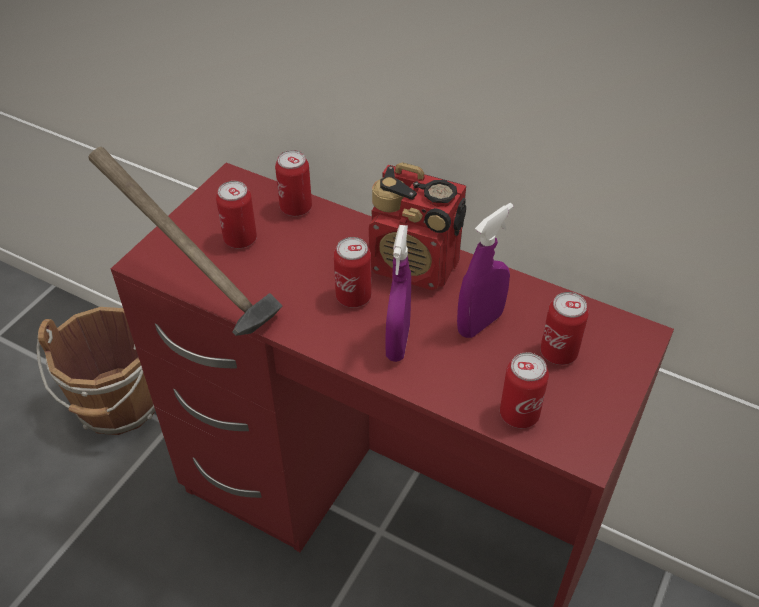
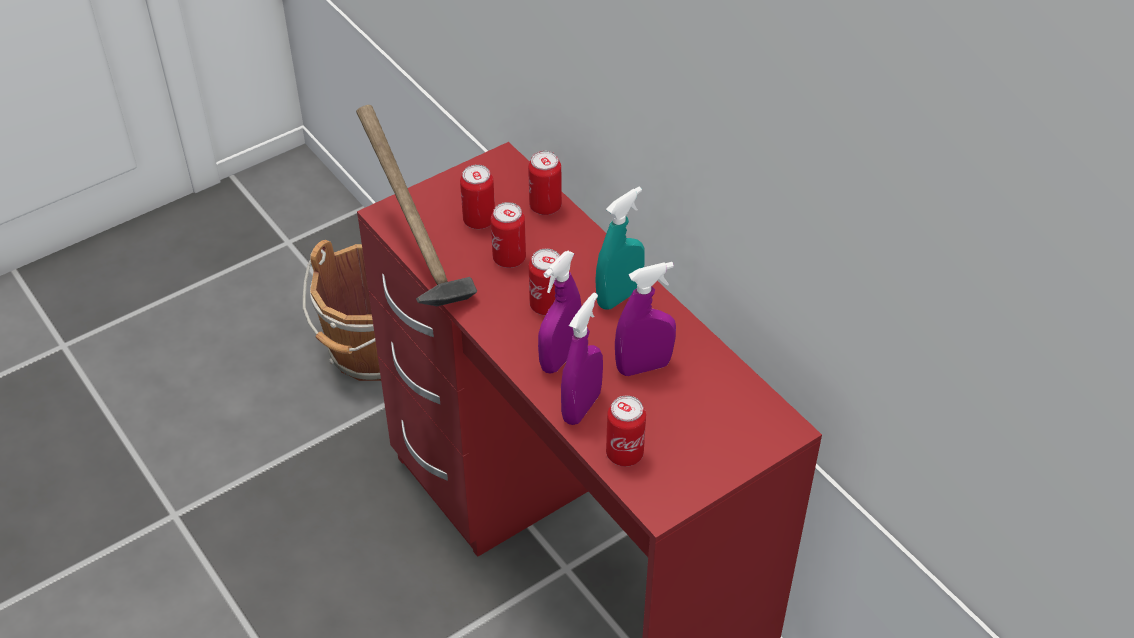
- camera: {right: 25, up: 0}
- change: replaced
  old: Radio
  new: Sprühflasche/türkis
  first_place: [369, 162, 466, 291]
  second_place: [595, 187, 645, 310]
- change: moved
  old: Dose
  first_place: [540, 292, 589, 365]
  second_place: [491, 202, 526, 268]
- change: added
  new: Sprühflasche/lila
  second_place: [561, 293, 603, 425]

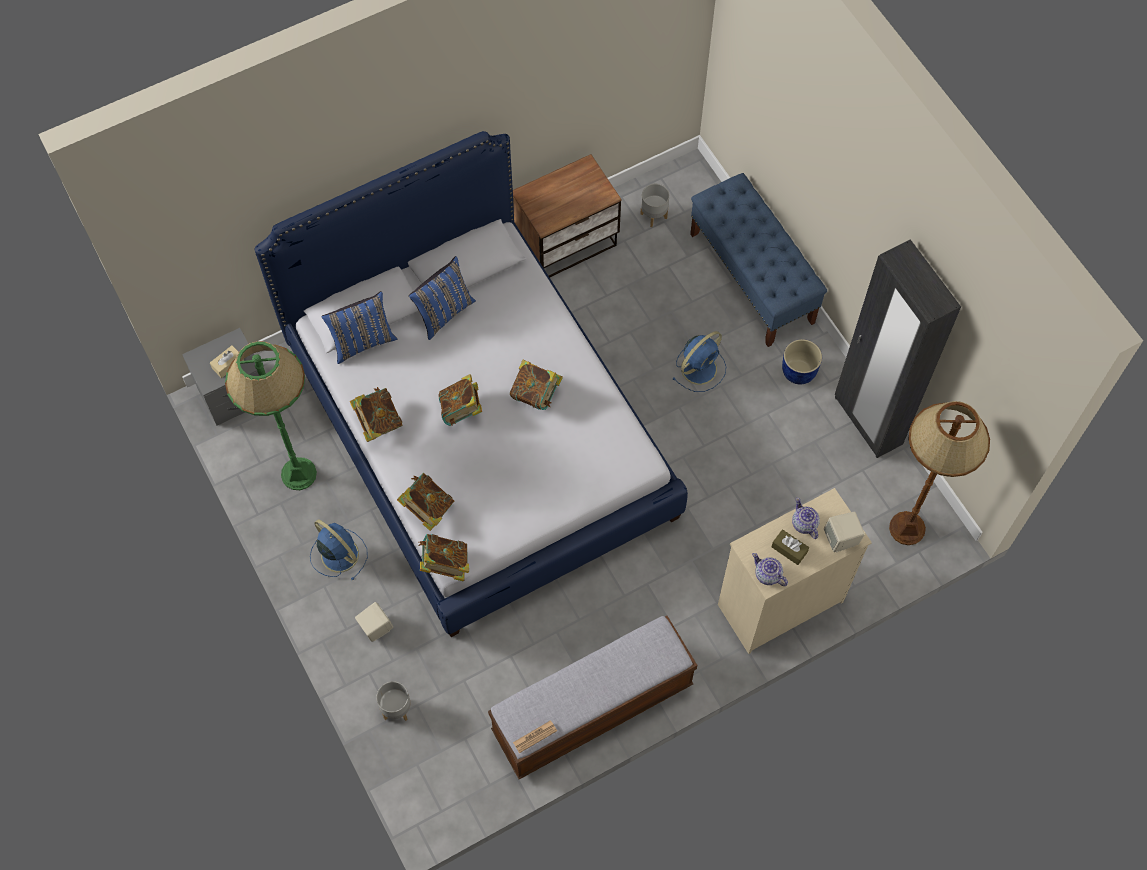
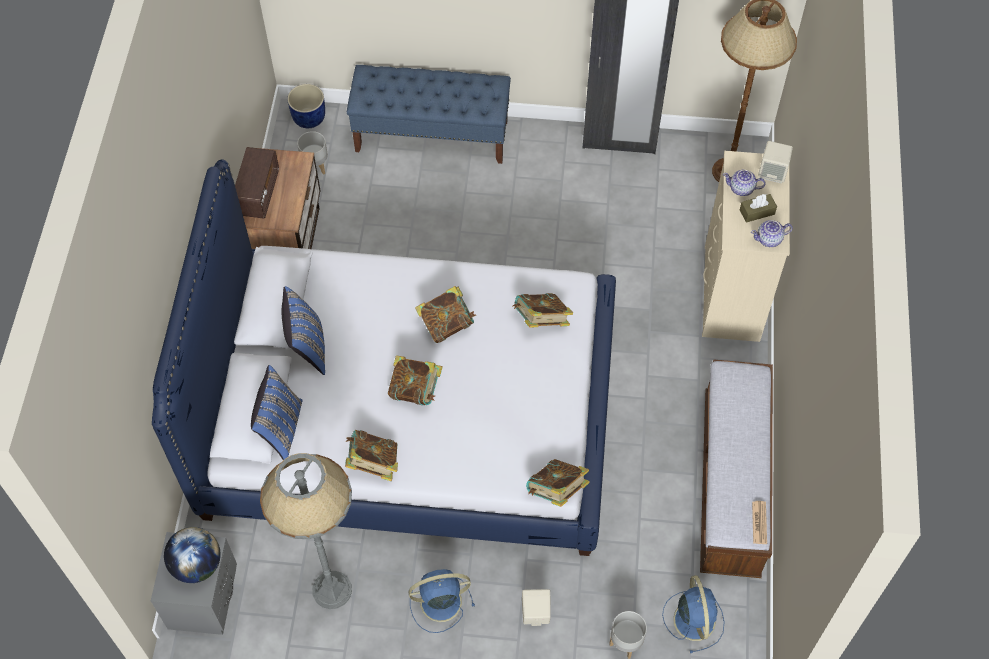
- camera: {right: -55, up: -5}
- change: moved
  old: Ventilator/blau
  first_place: [672, 331, 726, 392]
  second_place: [662, 575, 724, 653]
- change: moved
  old: Pflanzkübel/blau
  first_place: [782, 339, 822, 385]
  second_place: [287, 84, 325, 128]
- change: recoloured
  old: Stehlampe/grün
  new: Stehlampe/grau
  first_place: [225, 341, 317, 490]
  second_place: [260, 453, 352, 609]
- change: replaced
  old: Taschentuchbox/beige
  new: Globus
  first_place: [210, 345, 244, 378]
  second_place: [164, 527, 221, 583]
- change: moved
  old: Buch
  first_place: [397, 473, 454, 531]
  second_place: [512, 293, 573, 328]
- change: added
  new: Radio
  second_place: [235, 147, 279, 219]

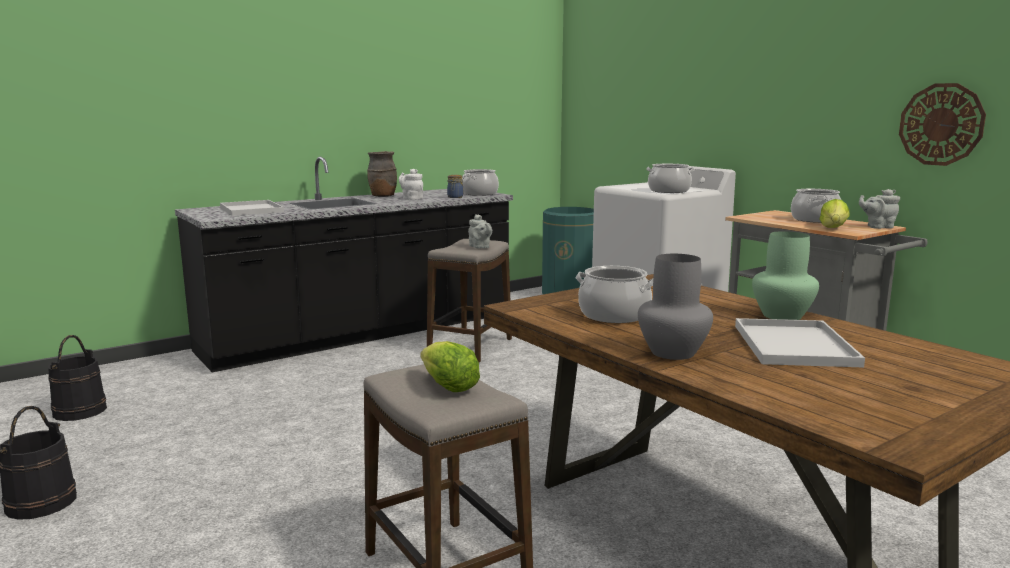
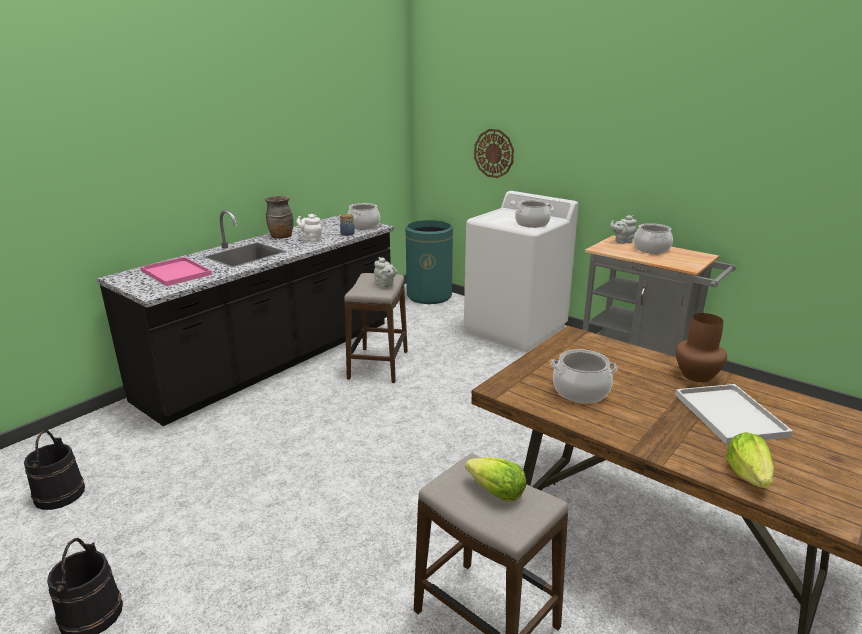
- camera: {right: -15, up: 10}
- change: moved
  old: Wanduhr
  first_place: [899, 83, 986, 166]
  second_place: [474, 129, 514, 178]
- change: moved
  old: Teekanne/grau
  first_place: [859, 189, 900, 229]
  second_place: [610, 215, 637, 244]
- change: moved
  old: Salatkopf
  first_place: [819, 199, 850, 228]
  second_place: [726, 432, 774, 488]
- change: recoloured
  old: Tablett/weiß
  new: Tablett/rosa
  first_place: [220, 200, 284, 216]
  second_place: [141, 257, 212, 286]
- change: recoloured
  old: Vase/grün
  new: Vase/braun
  first_place: [752, 231, 819, 320]
  second_place: [676, 313, 727, 382]
- change: removed
  old: Vase/grau
  first_place: [638, 254, 713, 360]

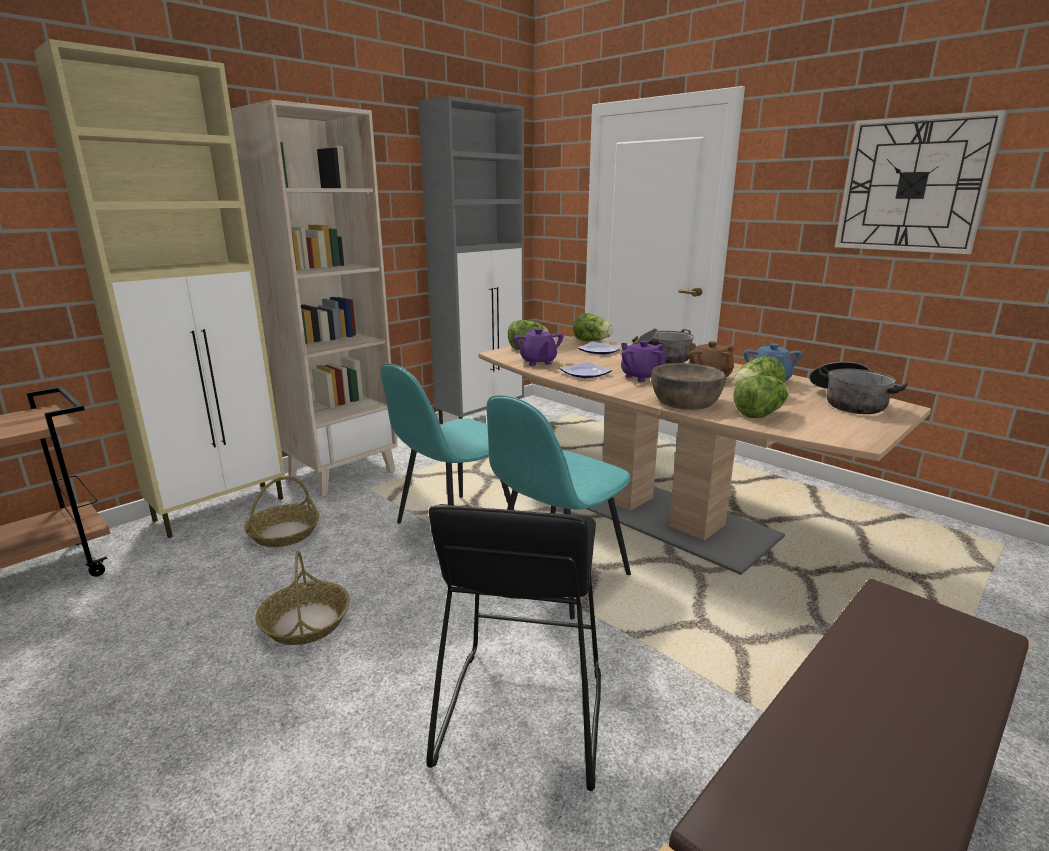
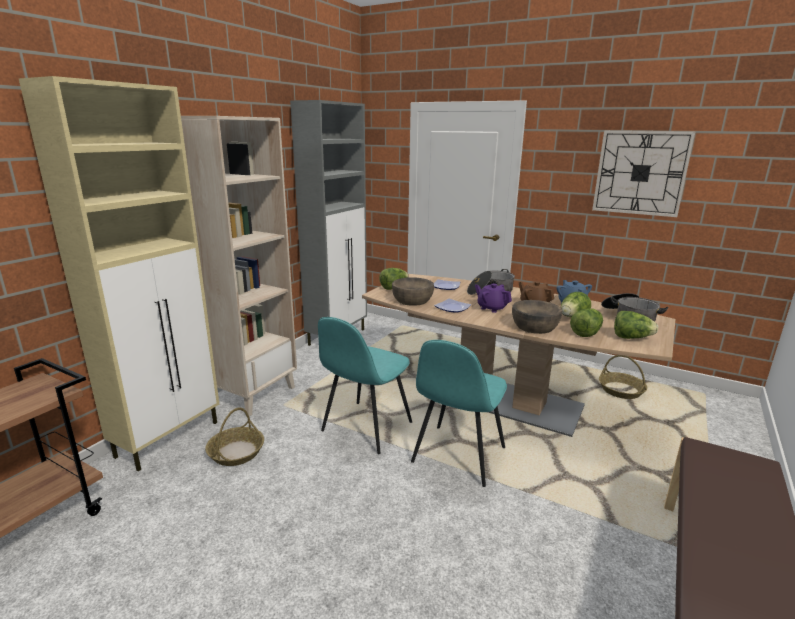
- camera: {right: -15, up: 0}
- change: moved
  old: Salatkopf
  first_place: [573, 313, 613, 341]
  second_place: [614, 311, 658, 339]
- change: replaced
  old: Teekanne/lila
  new: Schüssel/braun
  first_place: [514, 328, 563, 366]
  second_place: [392, 277, 434, 306]
- change: removed
  old: Hocker/schwarz
  first_place: [426, 504, 601, 791]
- change: moved
  old: Korb
  first_place: [255, 551, 350, 645]
  second_place: [599, 355, 647, 399]

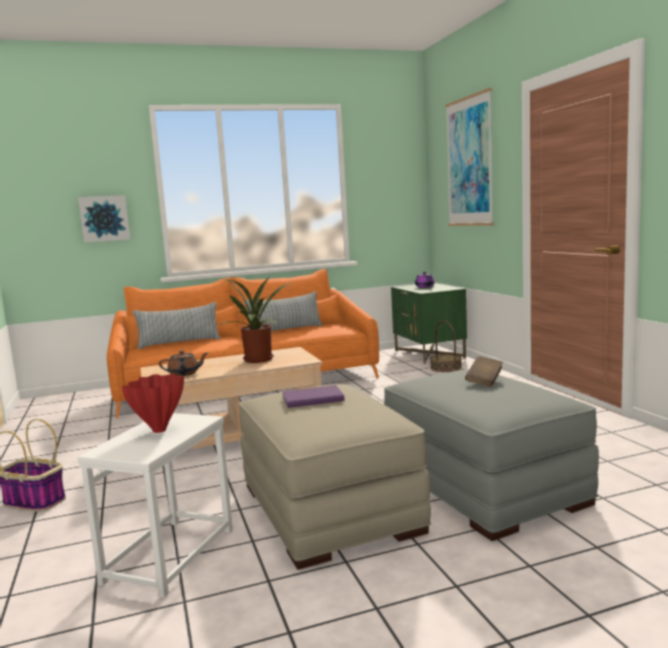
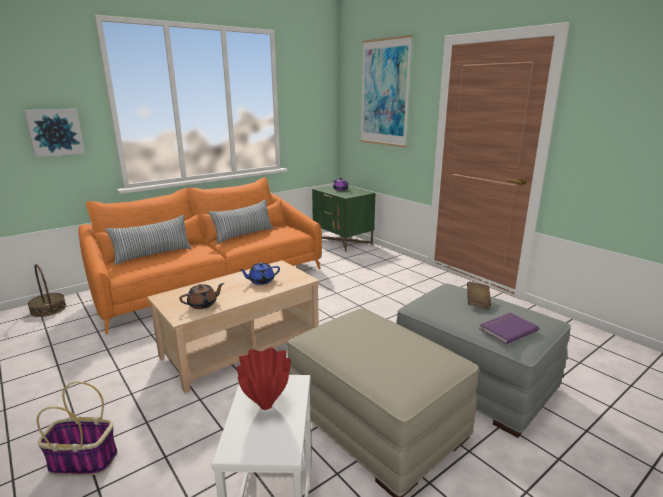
- camera: {right: -20, up: 10}
- change: replaced
  old: Topfpflanze
  new: Teekanne/blau
  first_place: [219, 278, 292, 363]
  second_place: [240, 262, 280, 285]
- change: moved
  old: Korb
  first_place: [430, 321, 462, 372]
  second_place: [28, 264, 66, 317]
- change: moved
  old: Buch/lila
  first_place: [282, 385, 345, 408]
  second_place: [479, 313, 539, 344]

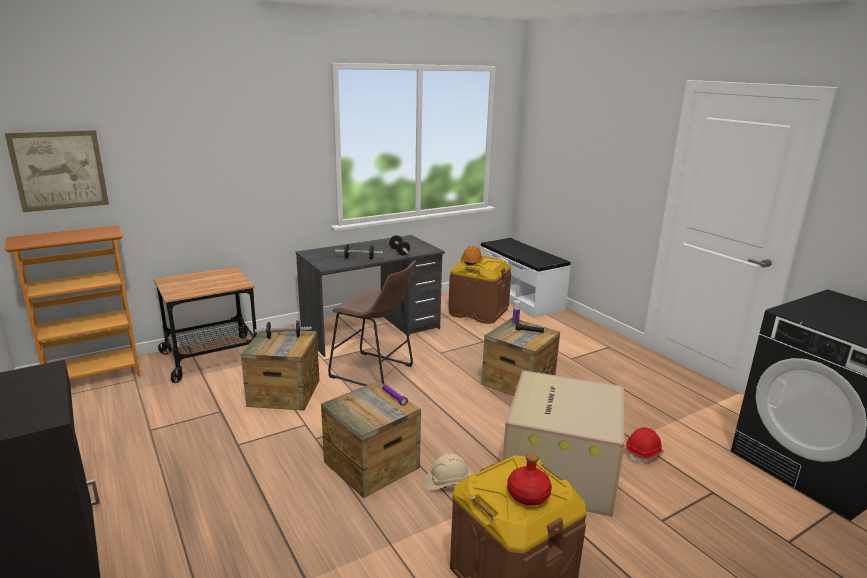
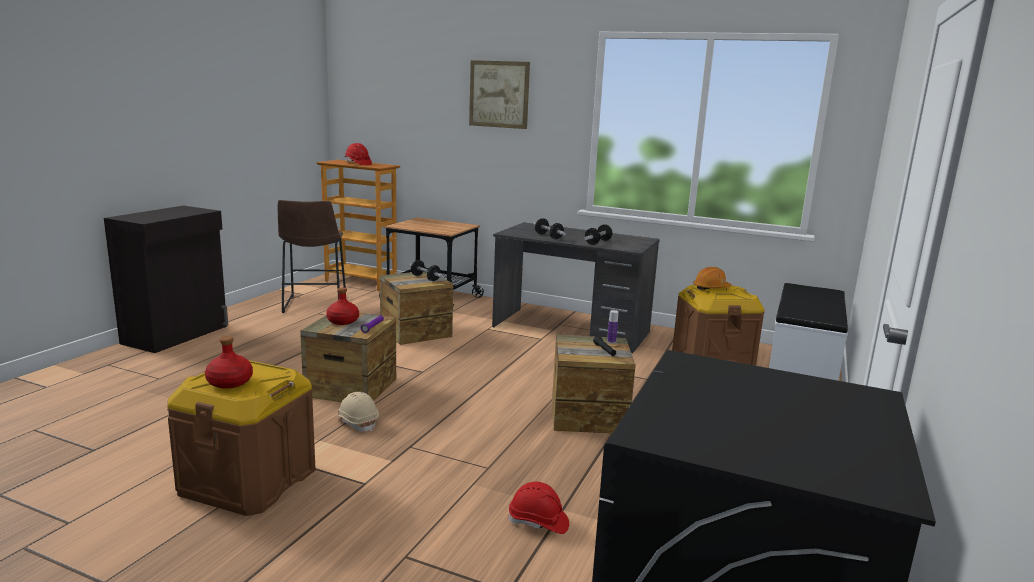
- camera: {right: 55, up: -5}
- change: moved
  old: Bild
  first_place: [5, 130, 109, 212]
  second_place: [469, 60, 530, 129]
- change: moved
  old: Hocker/braun
  first_place: [328, 260, 416, 386]
  second_place: [278, 200, 346, 313]
- change: removed
  old: Karton
  first_place: [503, 370, 625, 517]
- change: added
  new: Schutzhelm/rot
  second_place: [345, 143, 372, 165]
- change: added
  new: Flasche/rot
  second_place: [326, 287, 359, 325]

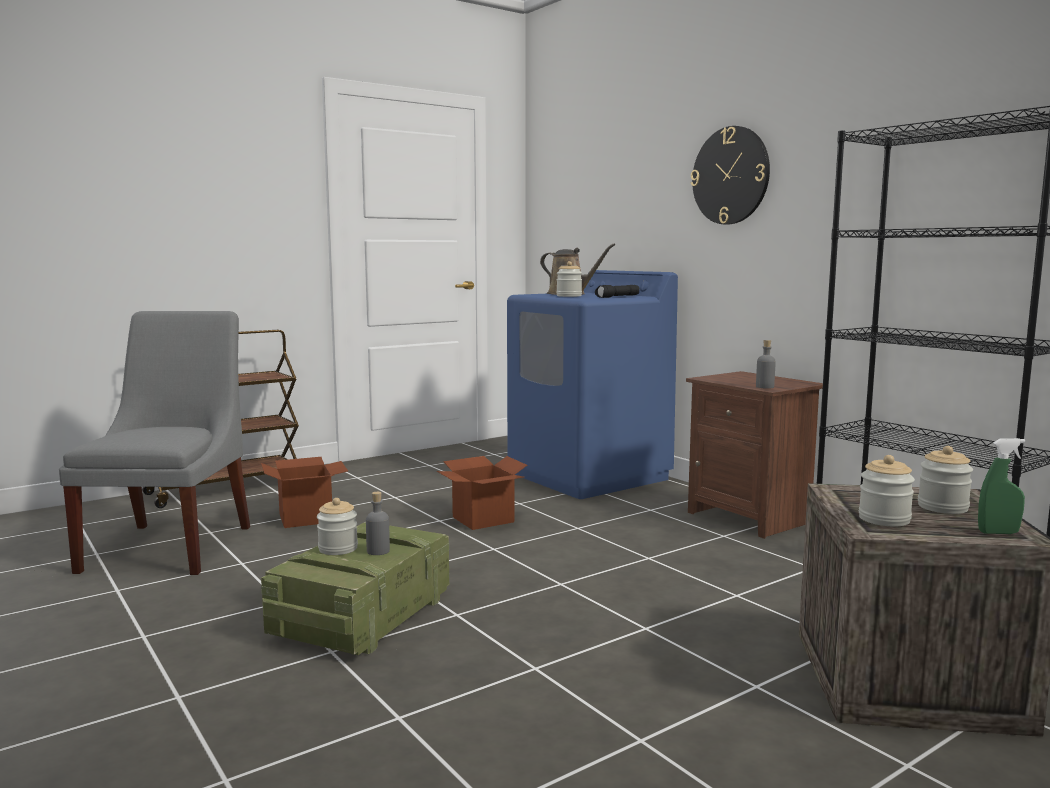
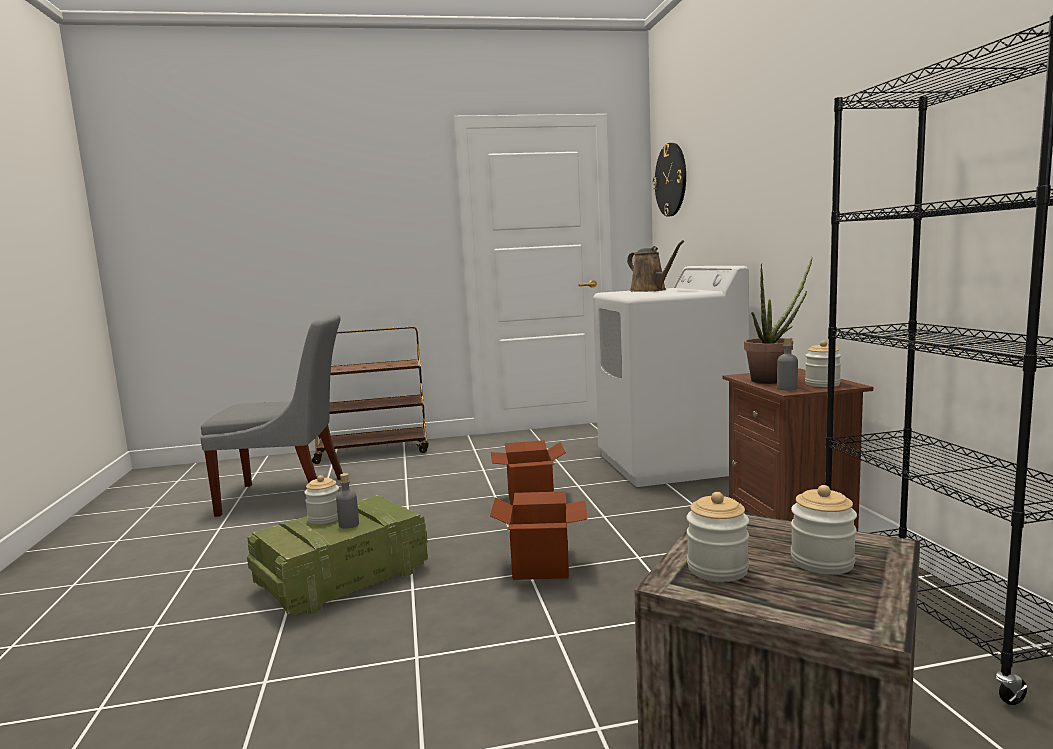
- camera: {right: 25, up: 0}
- change: moved
  old: Wanduhr
  first_place: [691, 126, 770, 225]
  second_place: [653, 143, 686, 216]
- change: moved
  old: Vorratsglas
  first_place: [556, 261, 582, 297]
  second_place: [805, 341, 841, 387]
- change: recoloured
  old: Waschmaschine/blau
  new: Waschmaschine/weiß
  first_place: [507, 270, 678, 499]
  second_place: [593, 266, 749, 487]
- change: removed
  old: Taschenlampe/schwarz
  first_place: [595, 285, 639, 298]
- change: turned
  old: Stuhl/grau
  first_place: [59, 311, 250, 575]
  second_place: [200, 314, 343, 517]
  degrees: 60
- change: removed
  old: Sprühflasche/grün
  first_place: [978, 438, 1026, 534]
- change: moved
  old: Karton
  first_place: [261, 457, 348, 528]
  second_place: [490, 491, 587, 580]
- change: added
  new: Topfpflanze
  second_place: [744, 257, 812, 384]

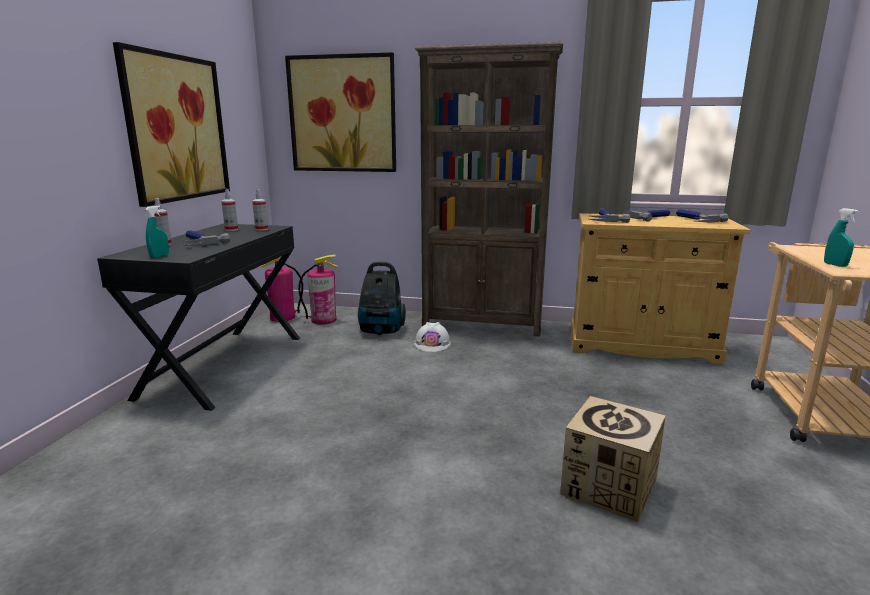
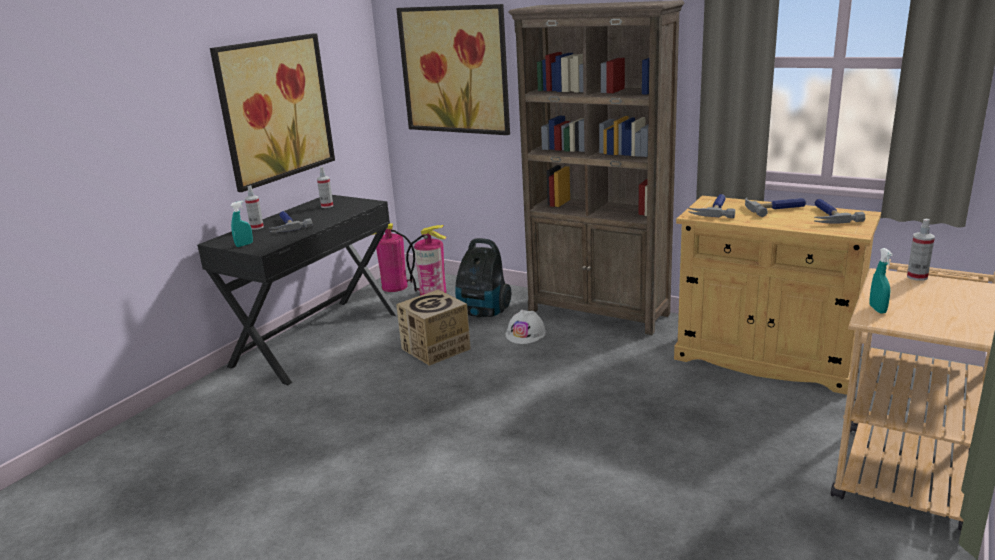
- camera: {right: 20, up: 5}
- change: moved
  old: Sprühflasche
  first_place: [252, 189, 268, 231]
  second_place: [907, 219, 935, 281]
- change: moved
  old: Karton
  first_place: [560, 396, 666, 522]
  second_place: [396, 290, 471, 366]

